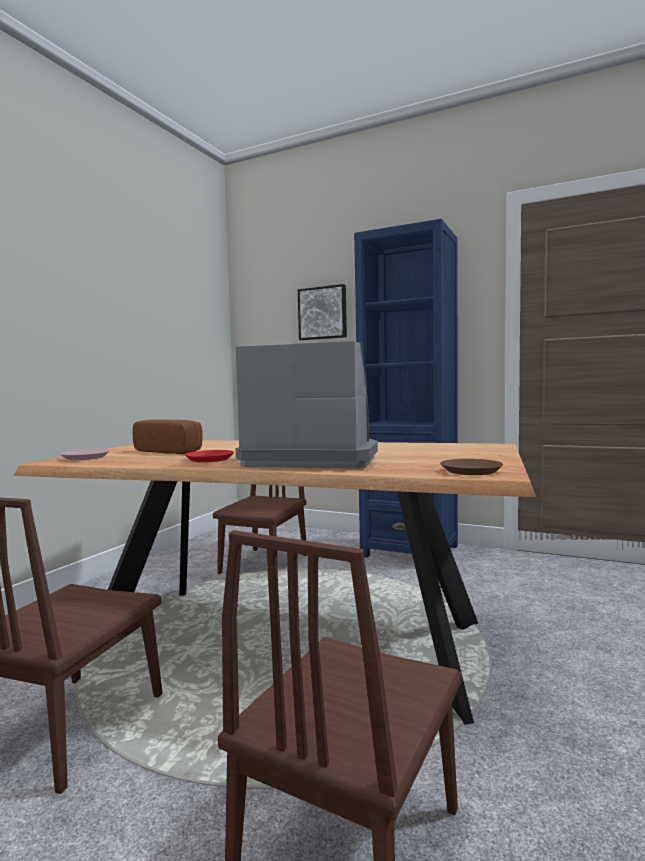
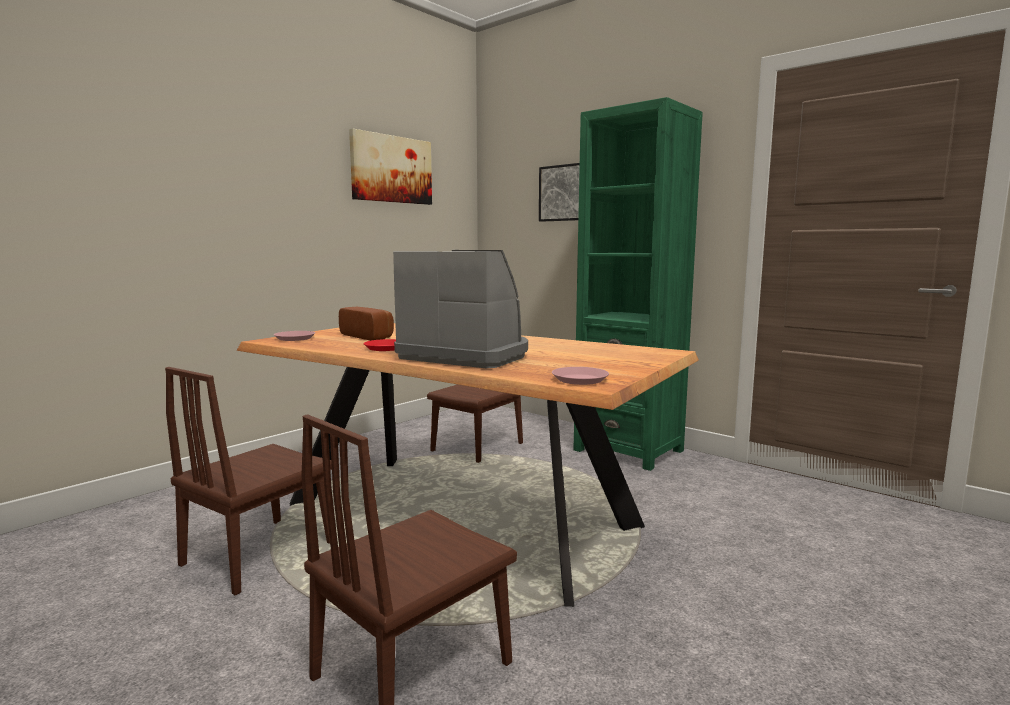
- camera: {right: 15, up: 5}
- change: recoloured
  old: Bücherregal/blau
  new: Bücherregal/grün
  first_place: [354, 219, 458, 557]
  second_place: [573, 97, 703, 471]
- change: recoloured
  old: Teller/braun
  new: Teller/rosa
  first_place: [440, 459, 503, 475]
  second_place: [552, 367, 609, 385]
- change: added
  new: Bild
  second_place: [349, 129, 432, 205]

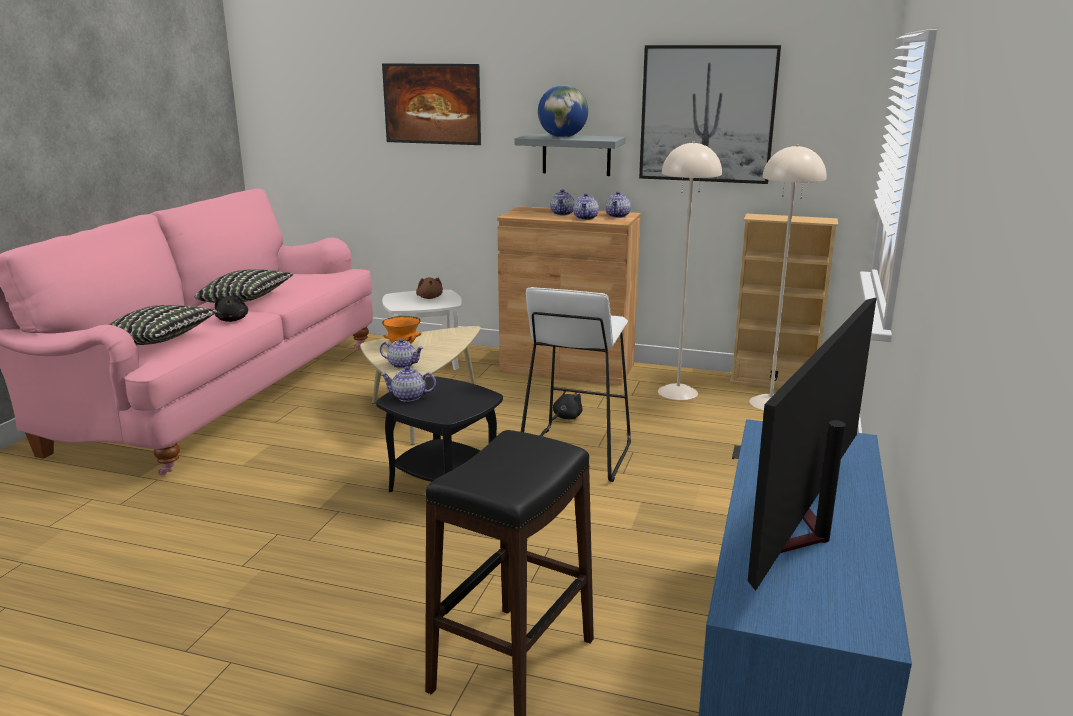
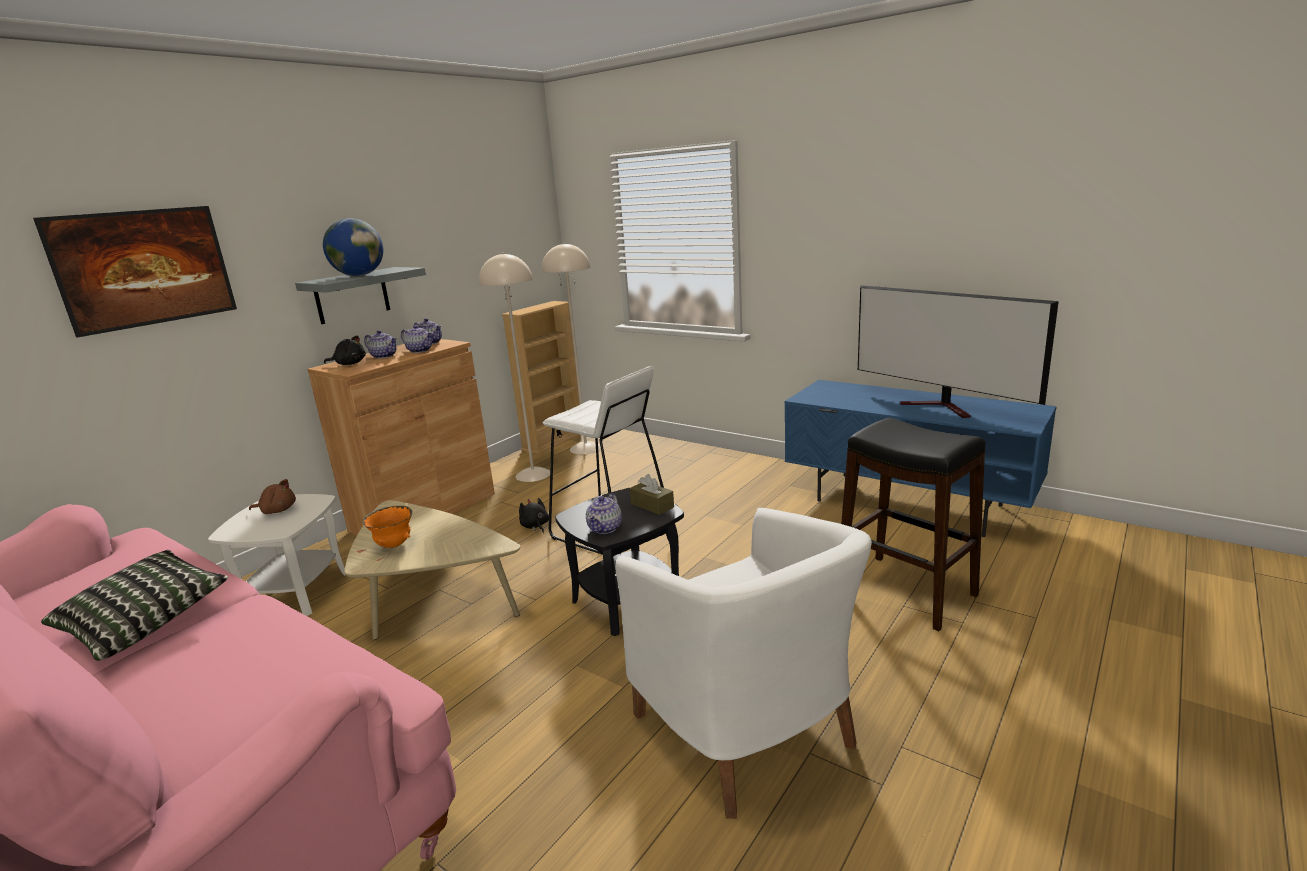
- camera: {right: -70, up: 0}
- change: removed
  old: Bild
  first_place: [639, 45, 781, 184]
- change: moved
  old: Plüschtier/schwarz
  first_place: [215, 296, 248, 322]
  second_place: [324, 335, 366, 365]
- change: removed
  old: Kissen
  first_place: [109, 305, 217, 345]
- change: removed
  old: Teekanne
  first_place: [380, 339, 423, 369]
- change: added
  new: Taschentuchbox/braun
  second_place: [630, 474, 674, 515]
- change: added
  new: Sessel/weiß
  second_place: [615, 508, 872, 819]

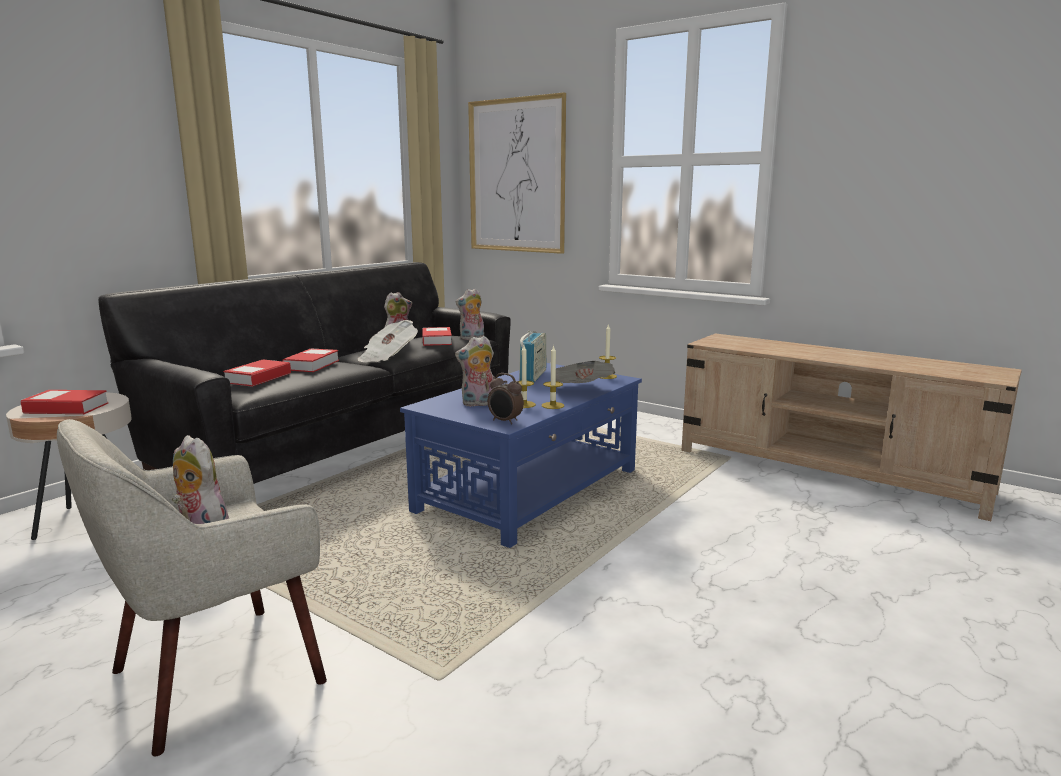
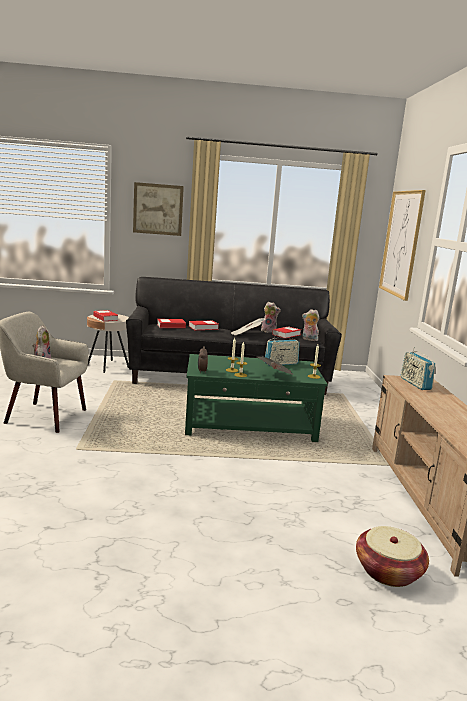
- camera: {right: 50, up: 0}
- change: removed
  old: Plüschtier
  first_place: [455, 336, 494, 407]
- change: recoloured
  old: Couchtisch/blau
  new: Couchtisch/grün
  first_place: [400, 363, 642, 548]
  second_place: [185, 354, 328, 442]
- change: added
  new: Bild
  second_place: [133, 182, 184, 236]
- change: added
  new: Radio
  second_place: [401, 347, 435, 390]
- change: added
  new: Korb
  second_place: [356, 526, 429, 587]

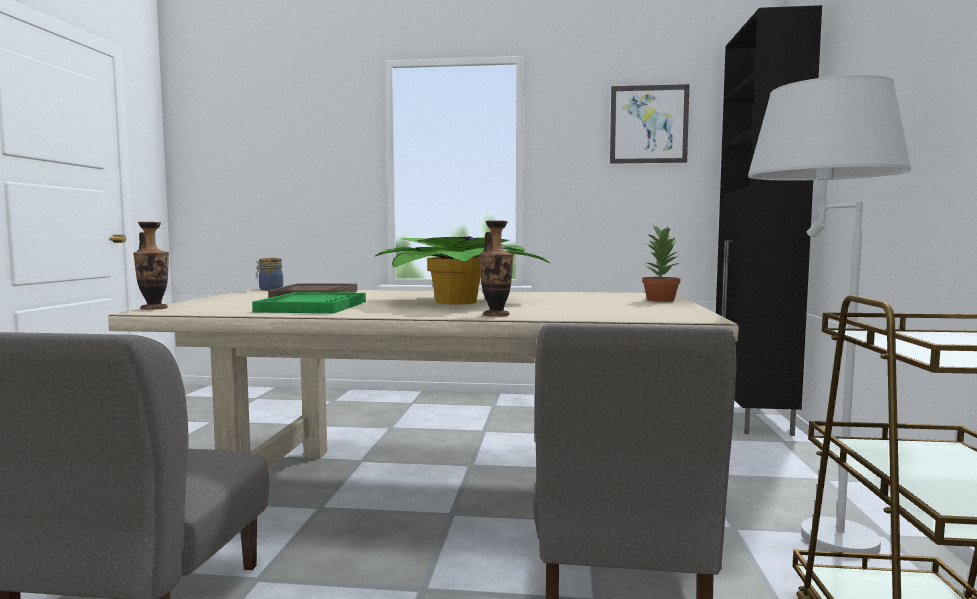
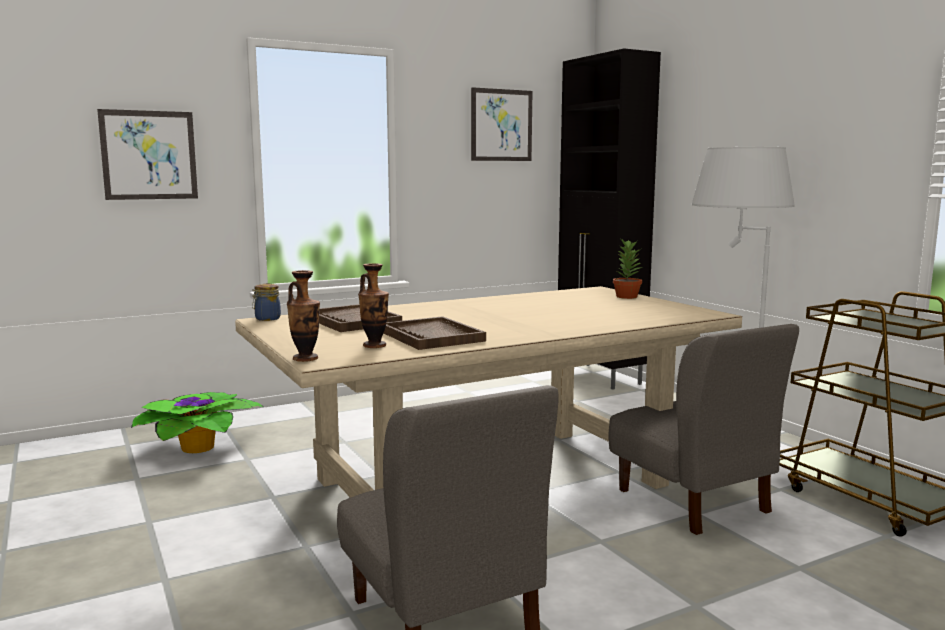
- camera: {right: -35, up: 5}
- change: moved
  old: Vase
  first_place: [479, 220, 514, 317]
  second_place: [358, 263, 389, 348]
- change: moved
  old: Topfpflanze
  first_place: [374, 236, 550, 305]
  second_place: [131, 392, 263, 453]
- change: recoloured
  old: Tablett/grün
  new: Tablett/braun
  first_place: [252, 292, 366, 313]
  second_place: [384, 316, 486, 350]
- change: added
  new: Bild
  second_place: [97, 109, 198, 200]

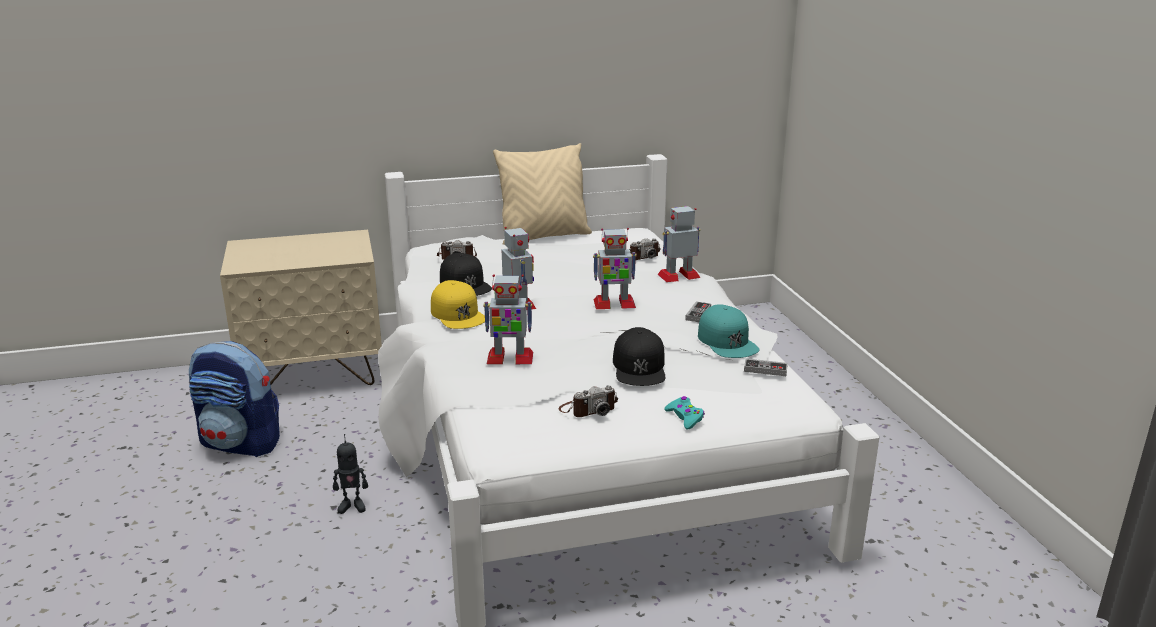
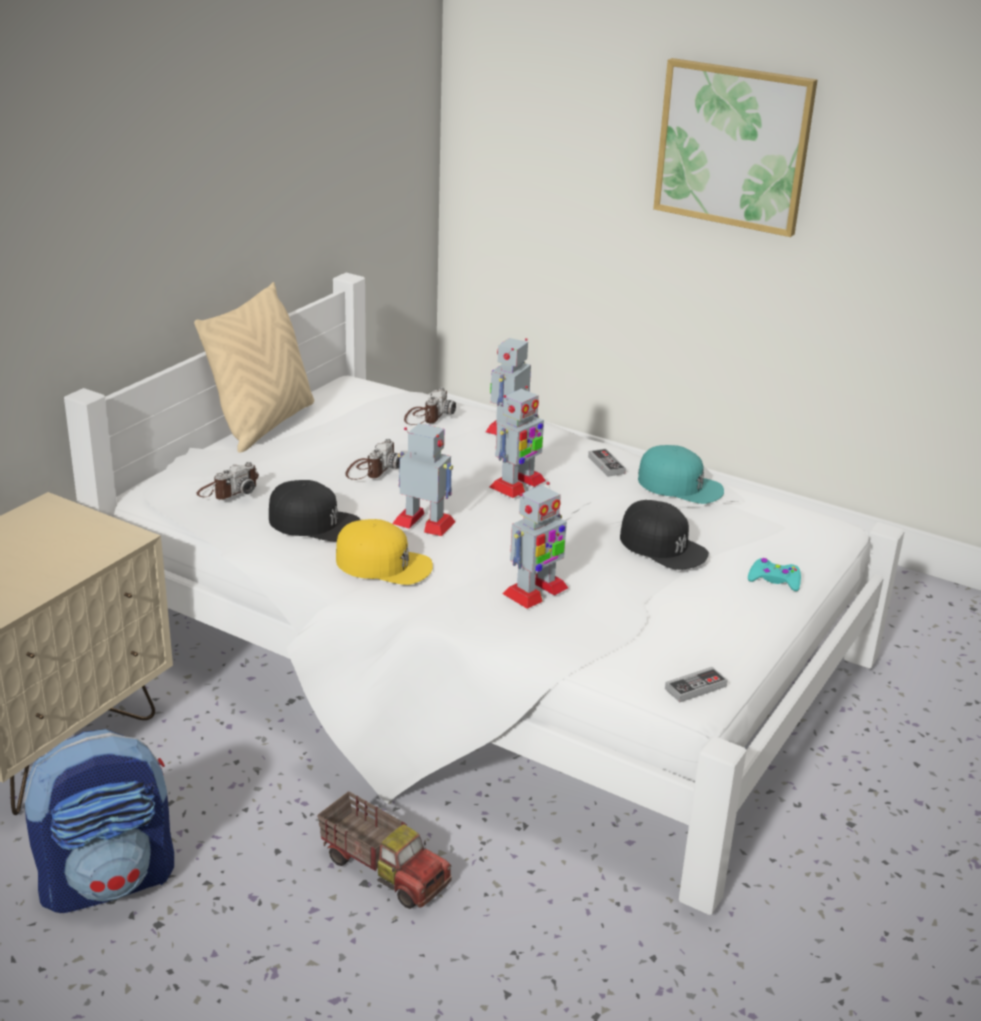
- camera: {right: -45, up: 5}
- change: moved
  old: Gamepad
  first_place: [744, 358, 788, 376]
  second_place: [665, 667, 727, 702]
- change: moved
  old: Kamera
  first_place: [558, 385, 618, 417]
  second_place: [346, 439, 400, 480]
- change: replaced
  old: Spielzeugroboter
  new: Spielzeuglaster
  first_place: [333, 434, 368, 514]
  second_place: [317, 792, 452, 909]
- change: added
  new: Bild
  second_place: [653, 58, 817, 237]

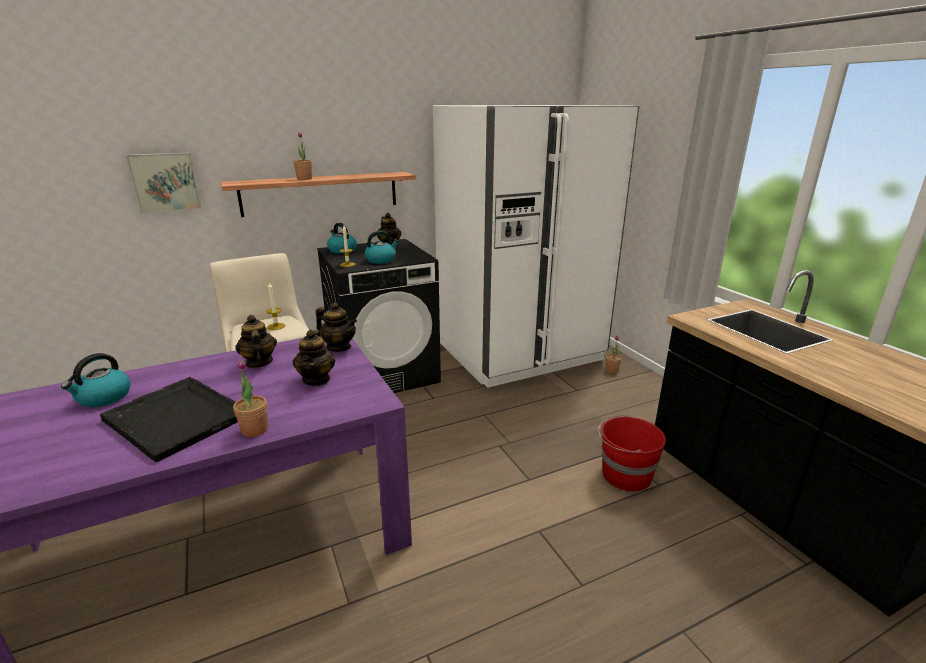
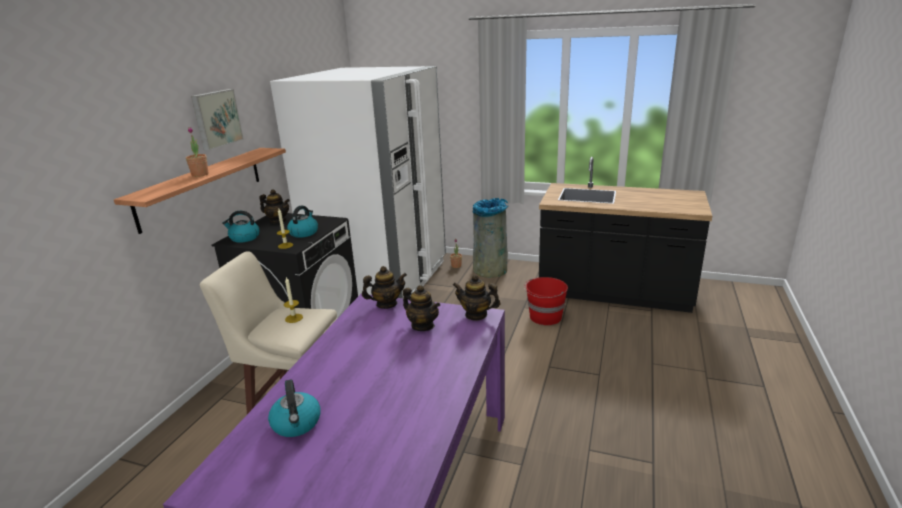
- camera: {right: -45, up: 0}
- change: moved
  old: Bild
  first_place: [126, 153, 202, 214]
  second_place: [191, 89, 244, 151]
- change: moved
  old: Teekanne
  first_place: [235, 315, 277, 368]
  second_place: [453, 275, 501, 321]
- change: removed
  old: Topfpflanze
  first_place: [233, 360, 268, 437]
- change: removed
  old: Tablett/schwarz
  first_place: [100, 377, 238, 462]
- change: added
  new: Mülleimer/grau
  second_place: [473, 198, 508, 278]

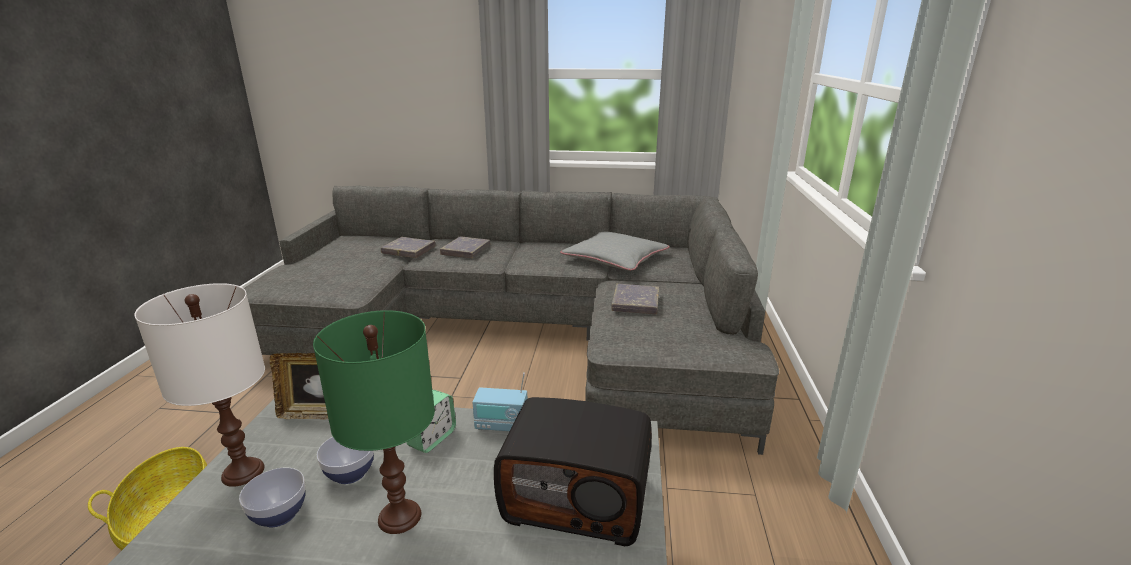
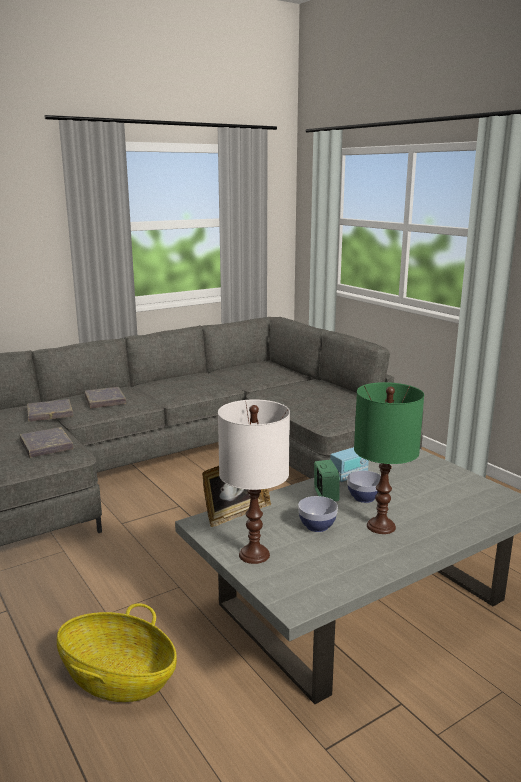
- camera: {right: -40, up: -5}
- change: removed
  old: Kissen/grau
  first_place: [560, 232, 669, 270]
- change: moved
  old: Buch/grau
  first_place: [611, 284, 659, 314]
  second_place: [20, 427, 73, 457]
- change: removed
  old: Radio
  first_place: [494, 397, 652, 546]
- change: moved
  old: Schüssel
  first_place: [239, 468, 305, 527]
  second_place: [347, 470, 381, 503]

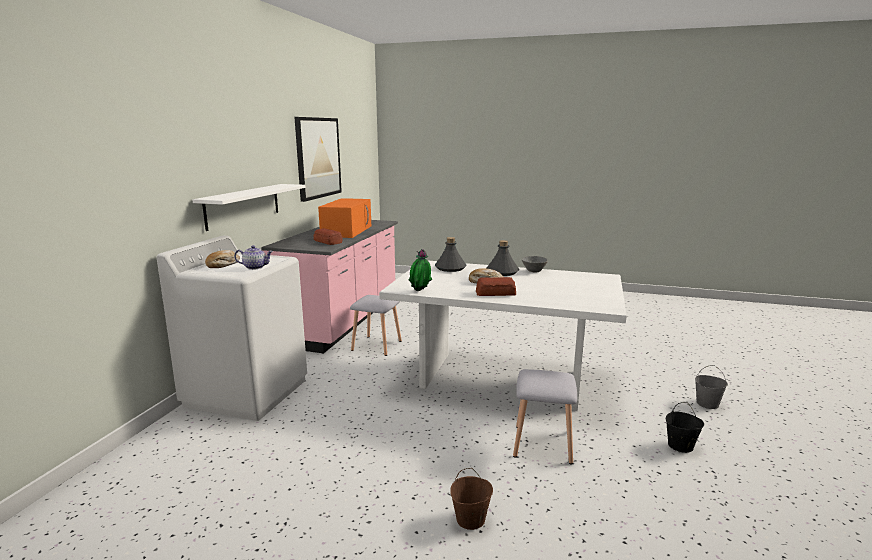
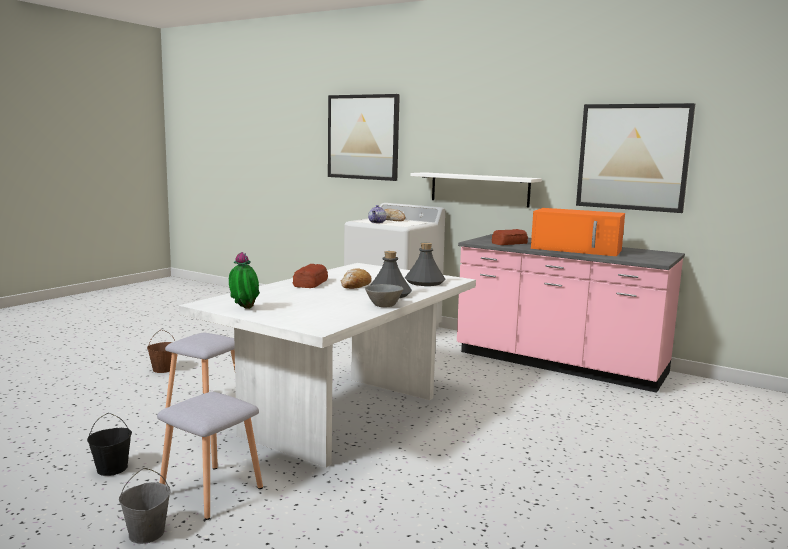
- camera: {right: 105, up: -5}
- change: moved
  old: Topfpflanze
  first_place: [409, 249, 432, 291]
  second_place: [229, 252, 260, 309]
- change: moved
  old: Hocker/grau
  first_place: [350, 295, 402, 356]
  second_place: [157, 392, 263, 520]
- change: added
  new: Bild
  second_place: [328, 94, 400, 181]

